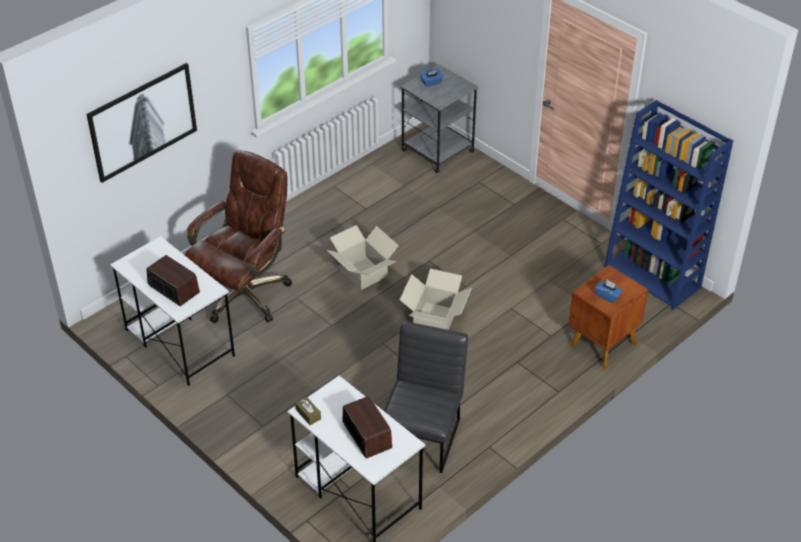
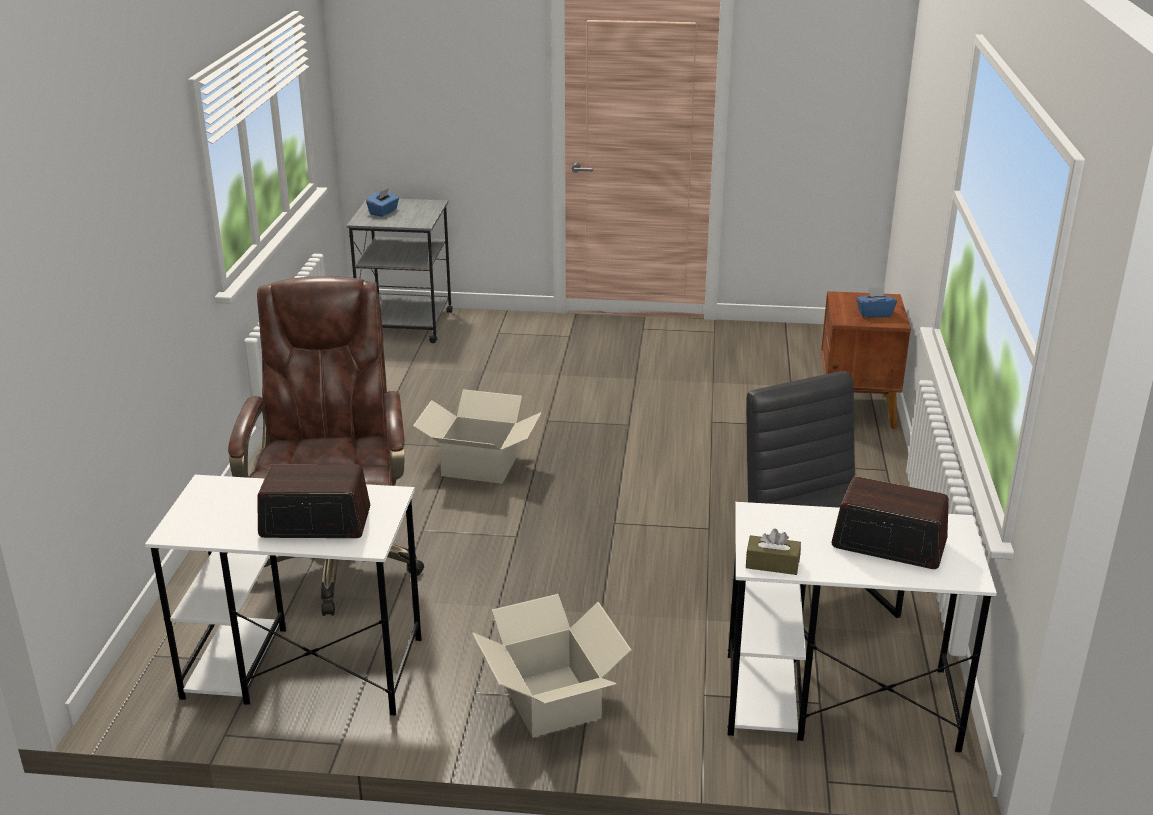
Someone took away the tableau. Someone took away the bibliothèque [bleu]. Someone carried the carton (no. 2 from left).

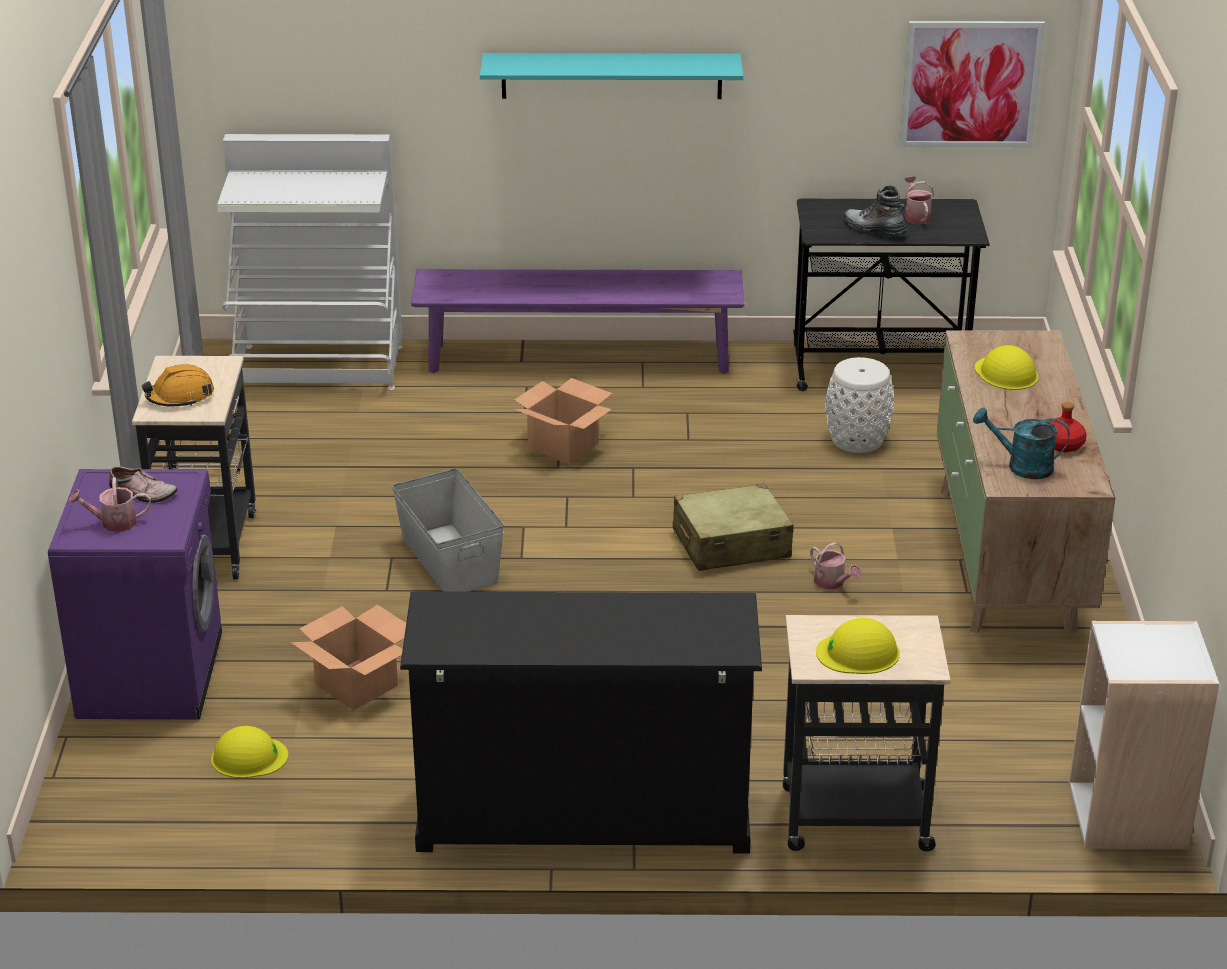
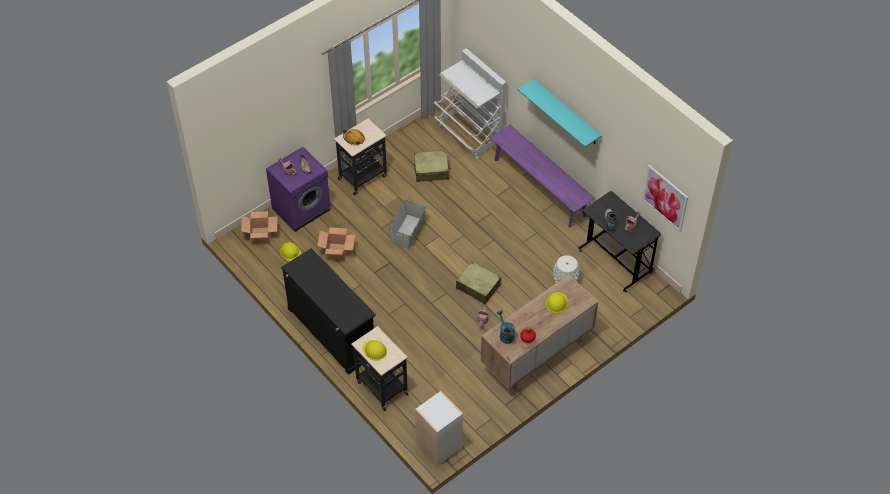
Someone carried the carton (no. 2 from left in the first image). Someone put down the valise [beige] (no. 1 from left).

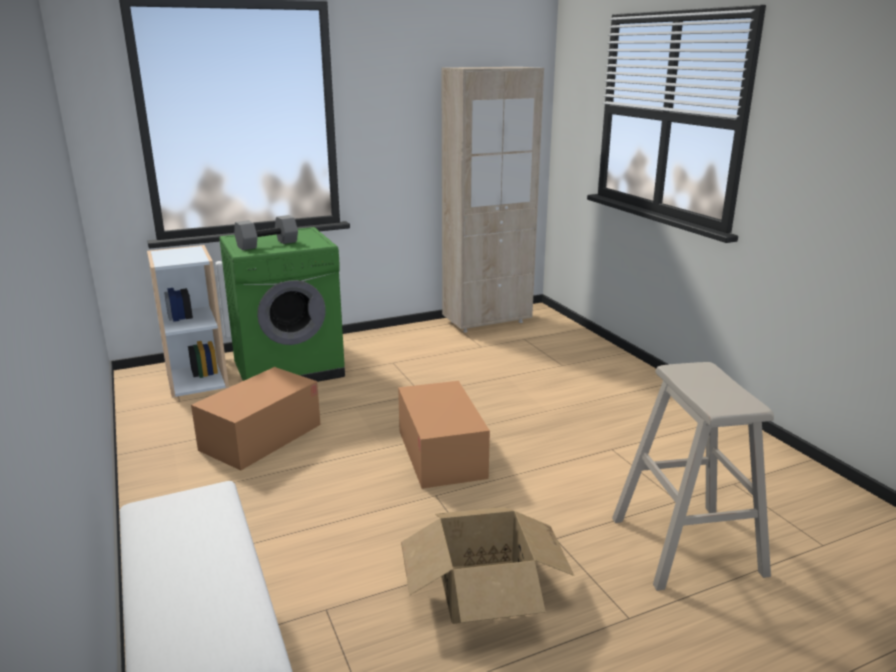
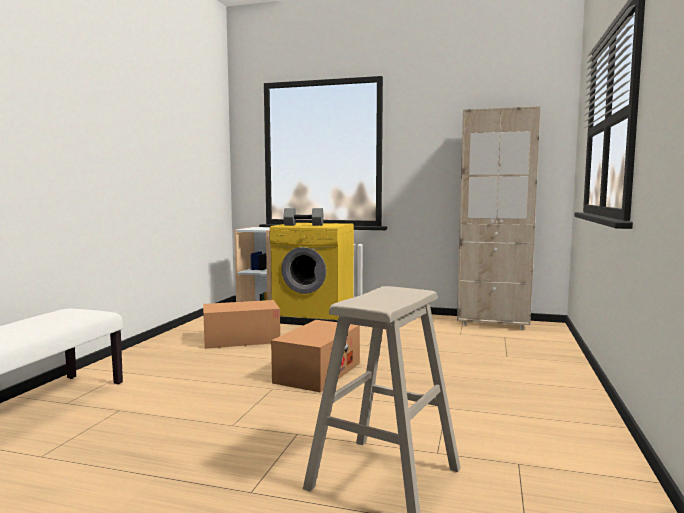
Someone repainted the lave-linge [vert], which became the lave-linge [jaune]. Someone took away the carton (no. 3 from left).

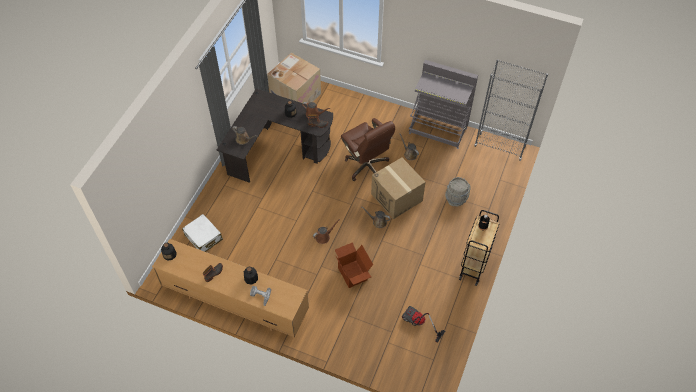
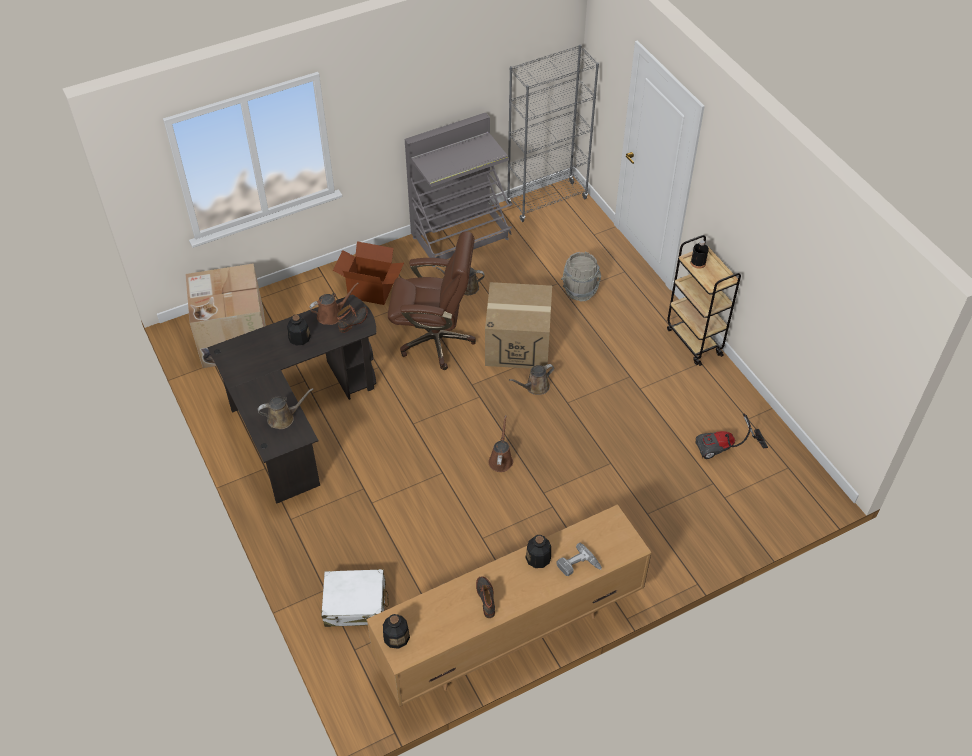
Someone carried the carton (no. 2 from left).

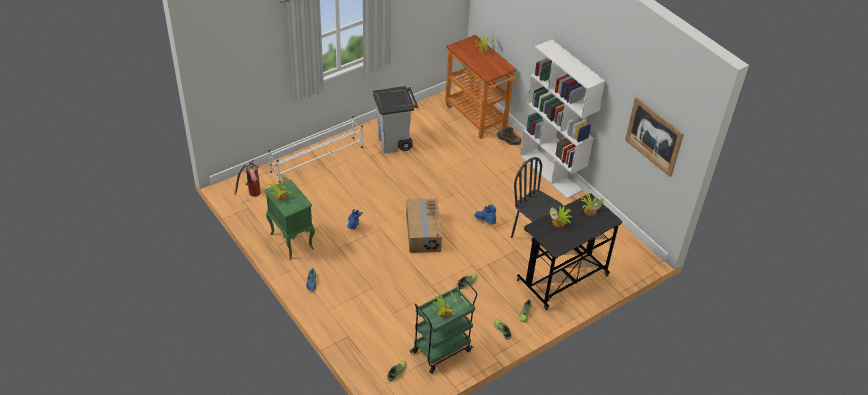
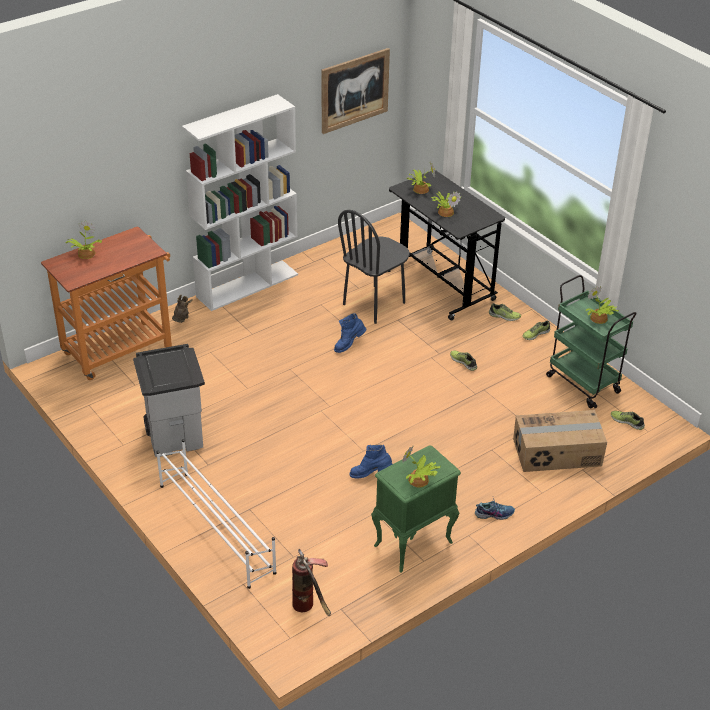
Someone carried the carton.

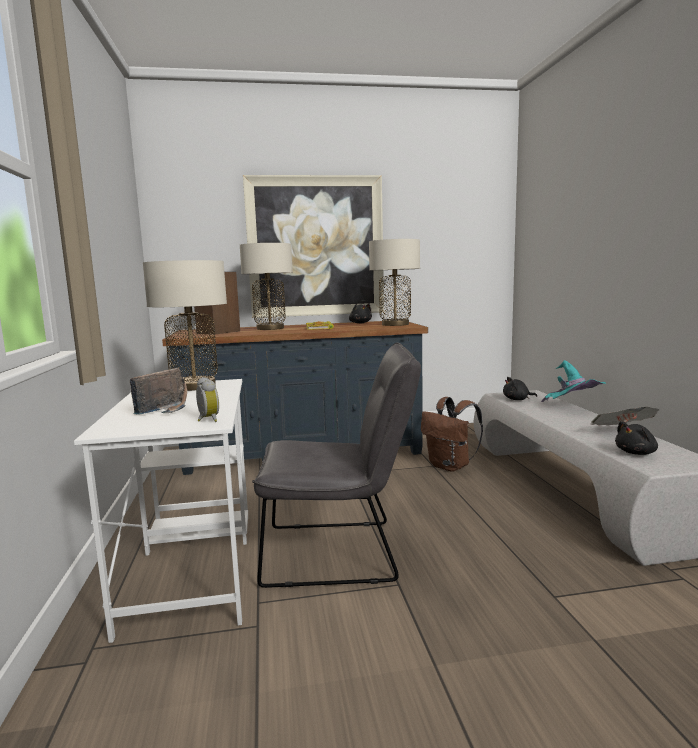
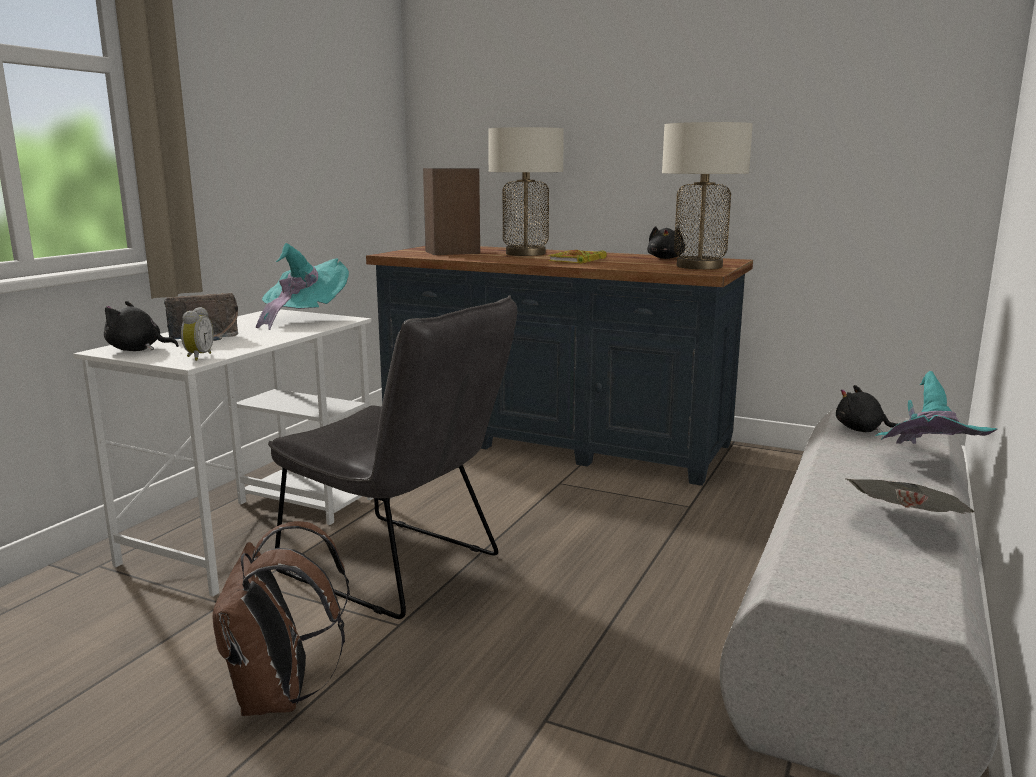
Someone took away the tableau. Someone swapped the lampe de table (no. 1 from left) for the chapeau [turquoise] (no. 1 from left). Someone carried the sac à dos [marron]. Someone carried the peluche [noir] (no. 3 from left in the first image).

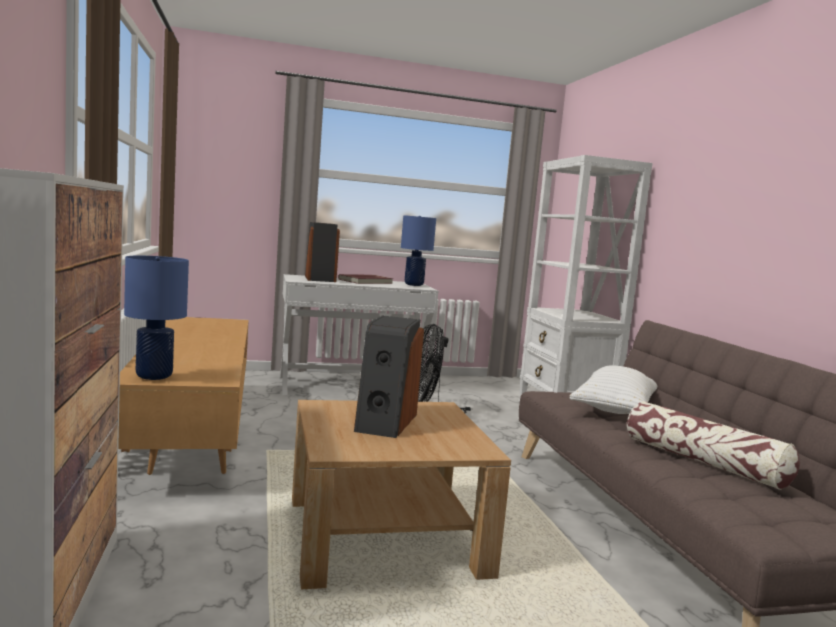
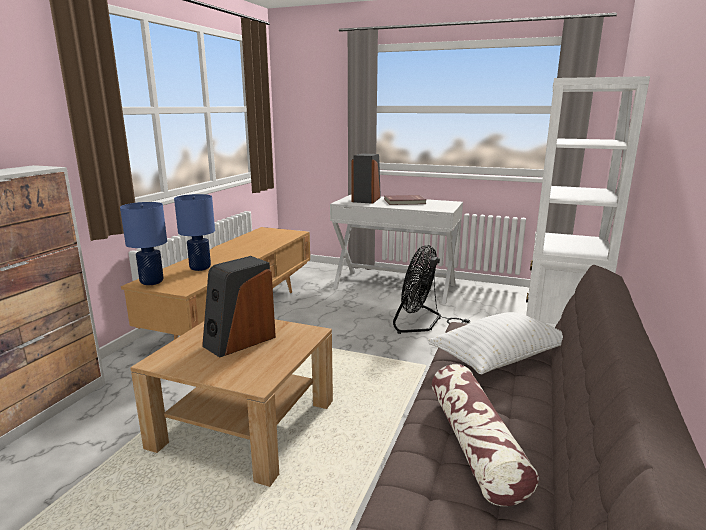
Someone carried the lampe de table [bleu] (no. 2 from left).

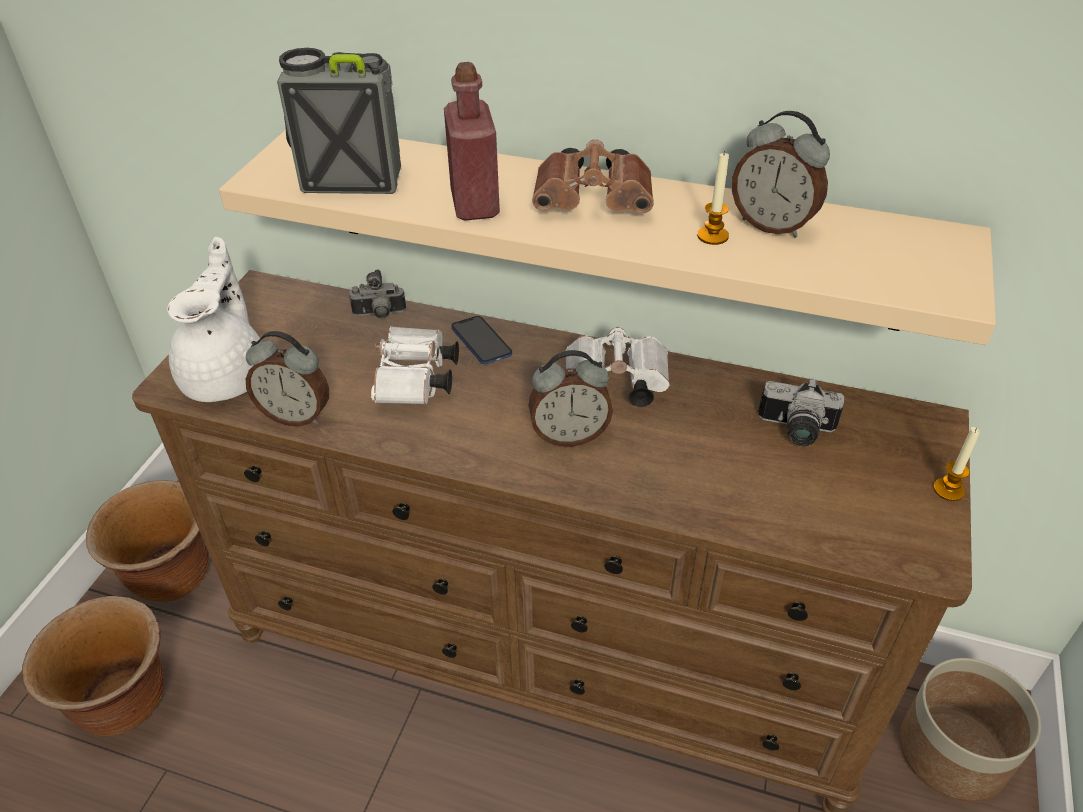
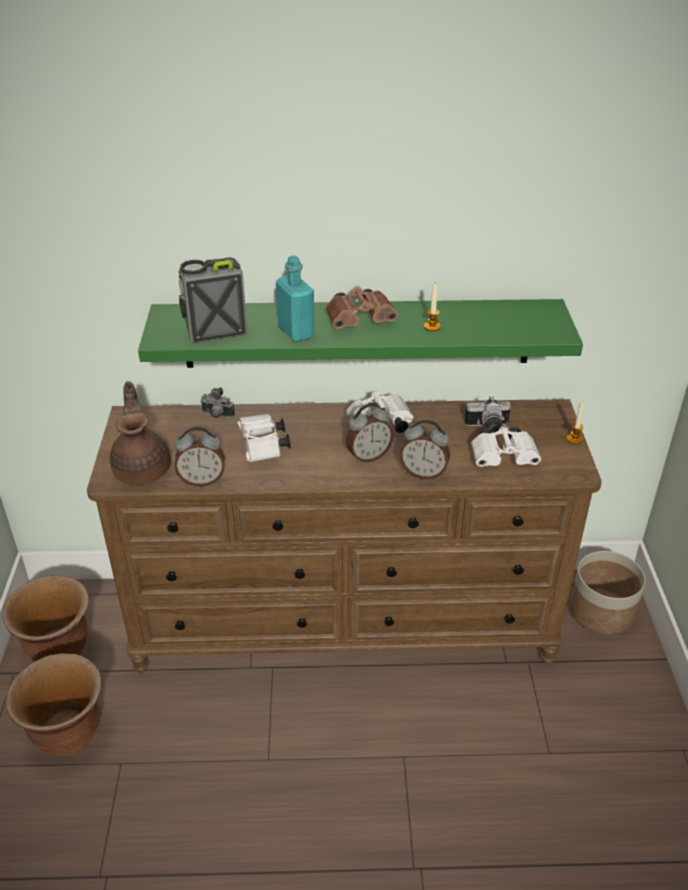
Someone repainted the bouteille [rouge], which became the bouteille [turquoise]. Someone carried the réveil (no. 3 from left). Someone repainted the étagère [beige], which became the étagère [vert]. Someone repainted the théière [blanc], which became the théière [marron]. Someone rotated the appareil photo (no. 1 from left) by 45 degrees clockwise. Someone took away the téléphone. Someone put down the jumelles [blanc] (no. 3 from left).

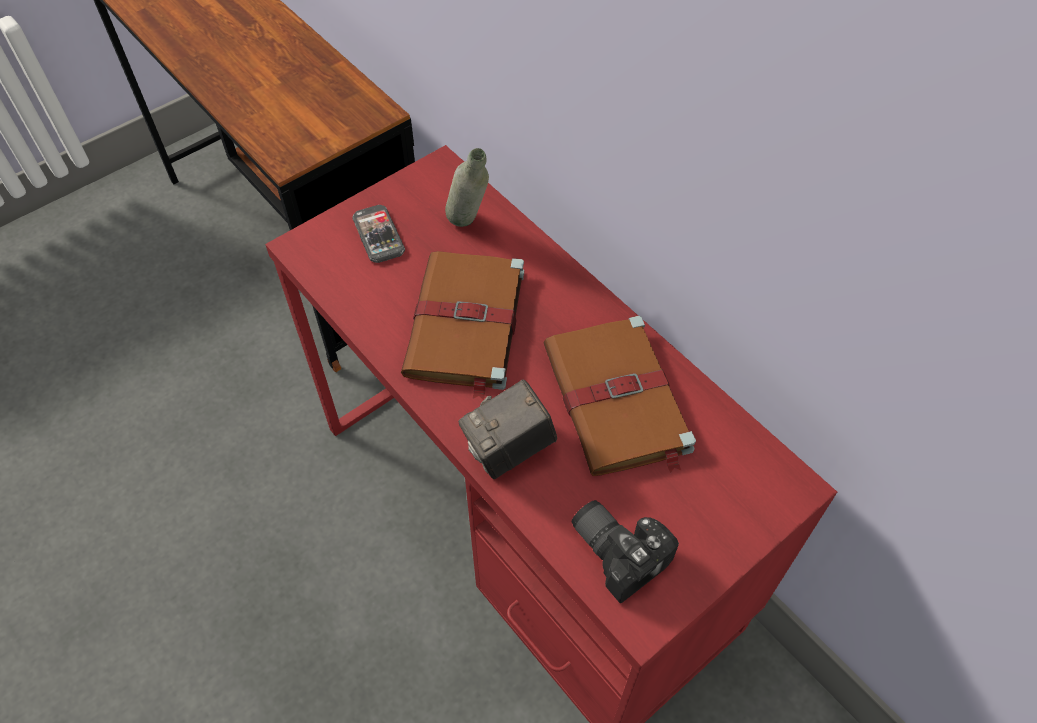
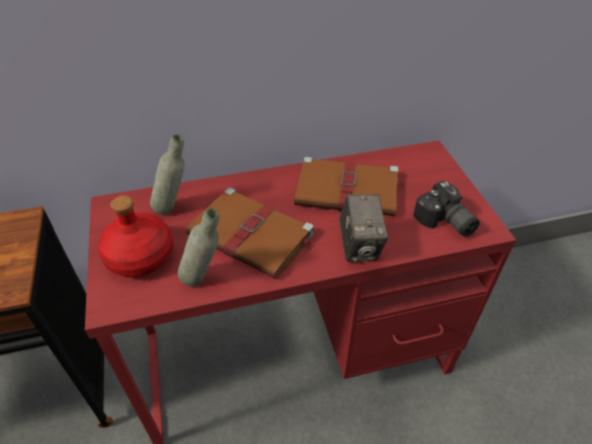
Someone swapped the téléphone for the bouteille [rouge]. Someone rotated the appareil photo (no. 2 from left) by 105 degrees counterclockwise. Someone put down the bouteille [gris] (no. 2 from left).

